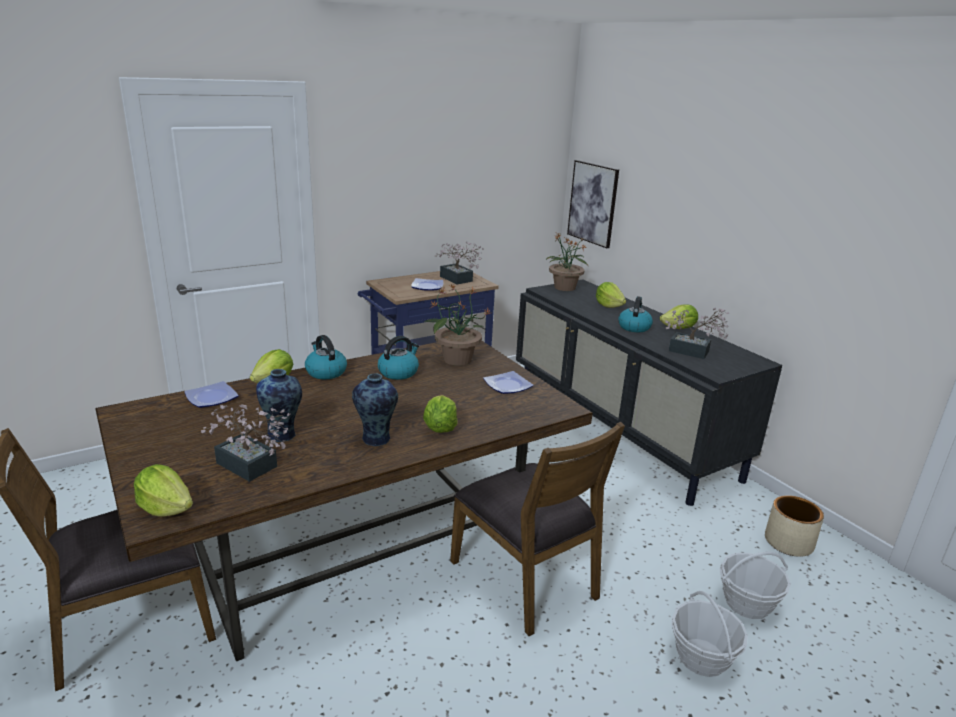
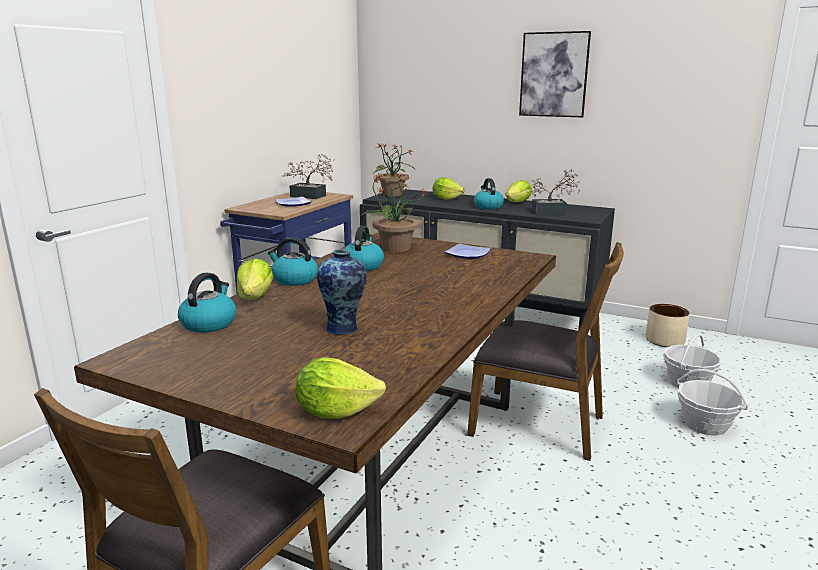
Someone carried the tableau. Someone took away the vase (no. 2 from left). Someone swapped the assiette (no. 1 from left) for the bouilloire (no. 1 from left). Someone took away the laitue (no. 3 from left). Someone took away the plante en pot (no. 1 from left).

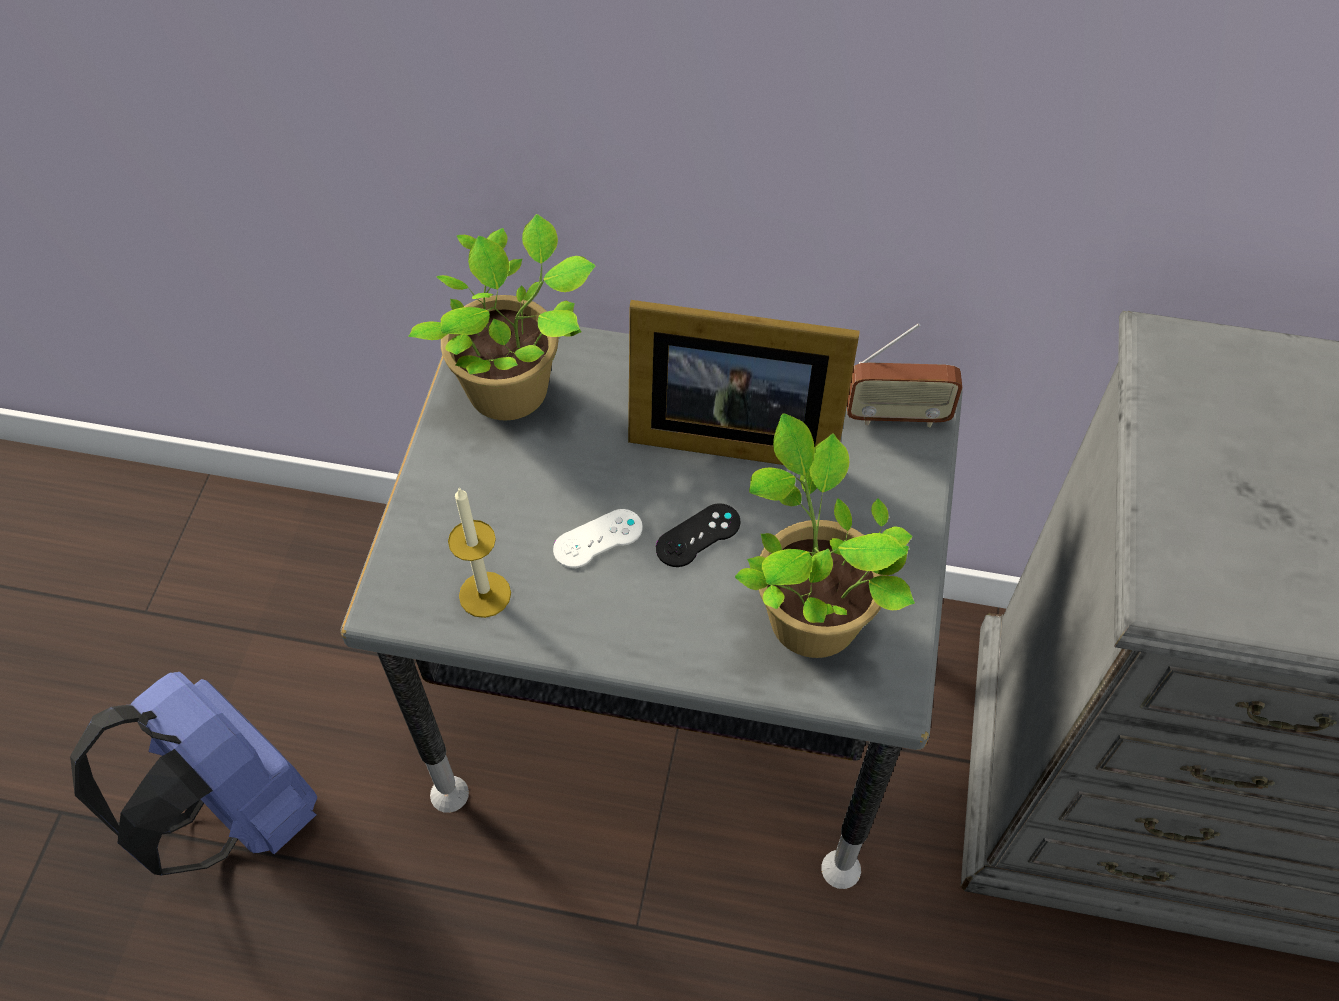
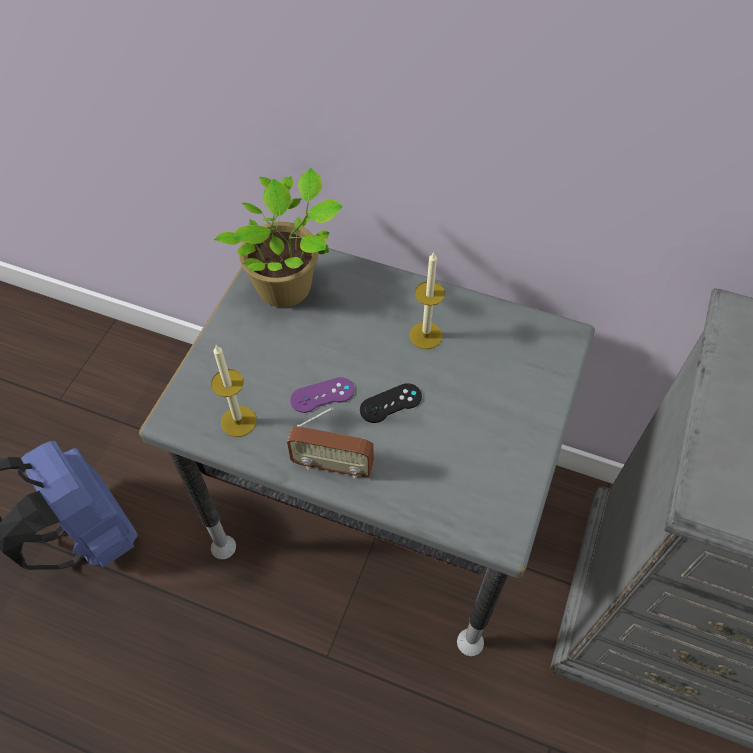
Someone swapped the cadre photo for the bougie (no. 2 from left). Someone carried the radio. Someone took away the plante en pot (no. 2 from left). Someone repainted the manette [blanc], which became the manette [violet].

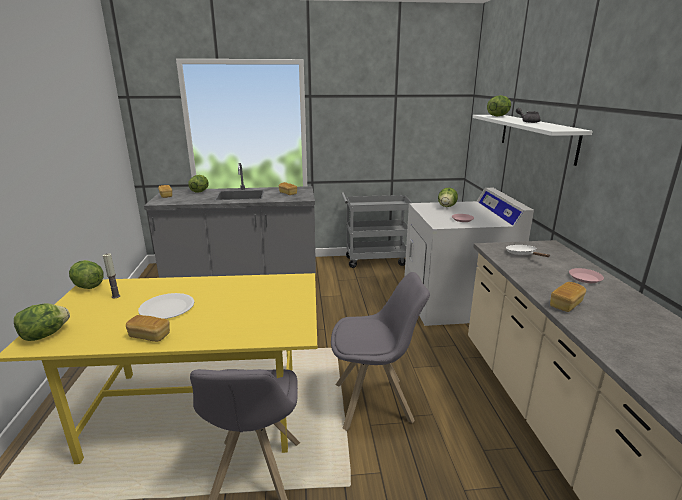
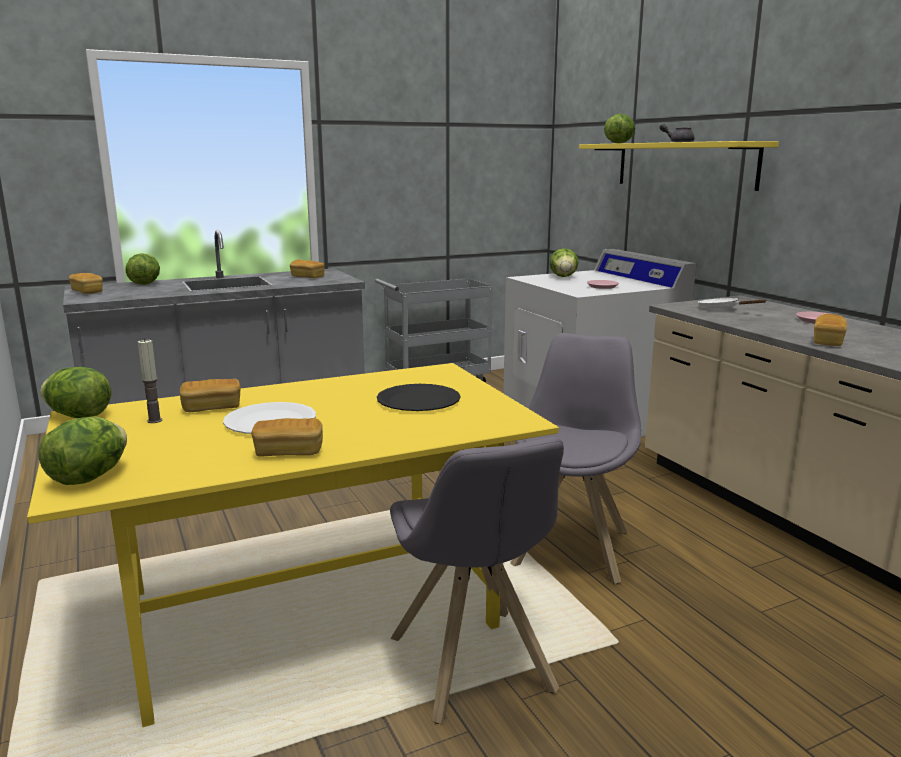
Someone repainted the étagère [blanc], which became the étagère [jaune]. Someone rotated the chaise [gris] (no. 2 from left) by 45 degrees counterclockwise. Someone put down the pain (no. 2 from left). Someone put down the assiette [noir].

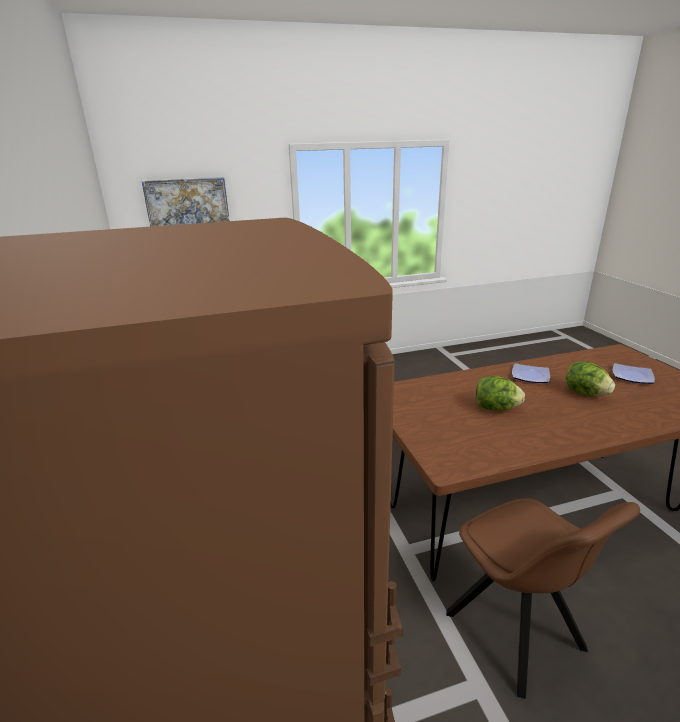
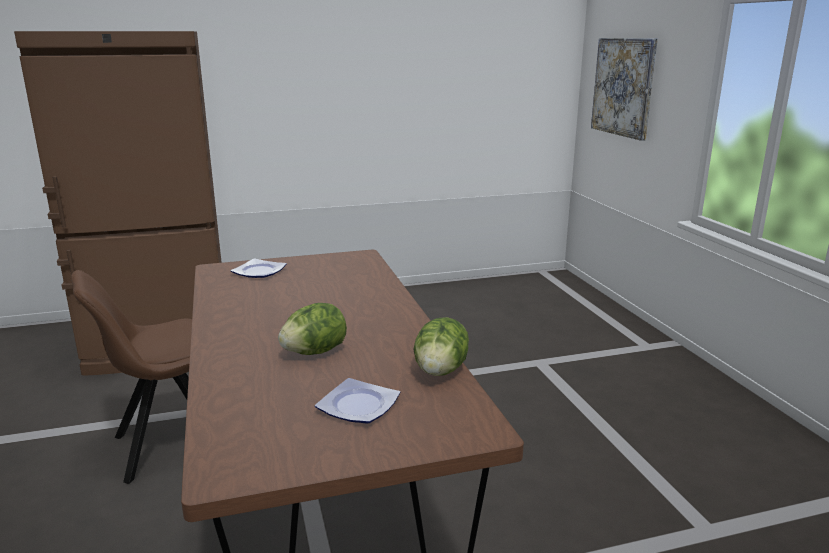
Someone carried the assiette (no. 1 from left). Someone carried the laitue (no. 1 from left in the first image).

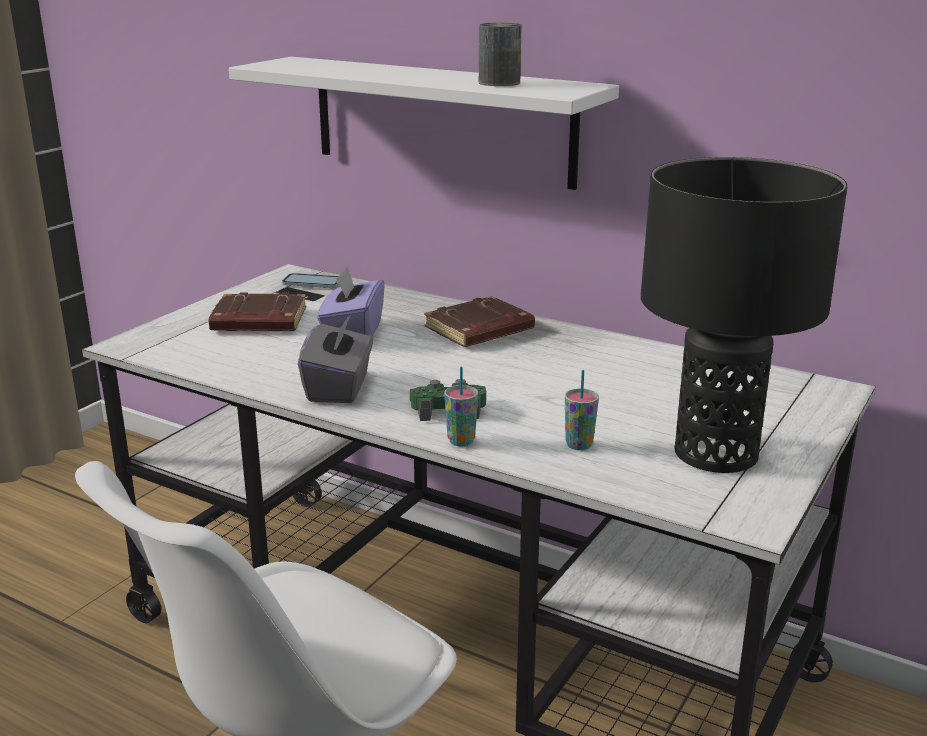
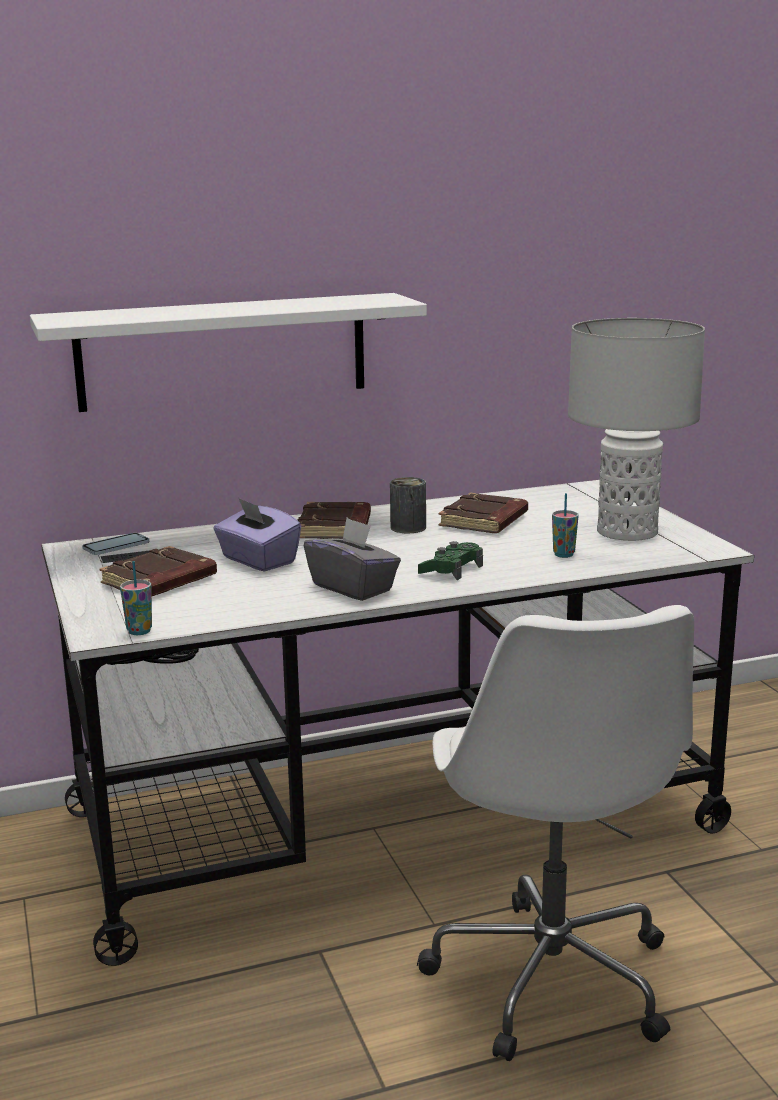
Someone carried the boîte métallique. Someone repainted the lampe de table [noir], which became the lampe de table [blanc]. Someone carried the tasse (no. 1 from left). Someone put down the livre [marron] (no. 3 from left).

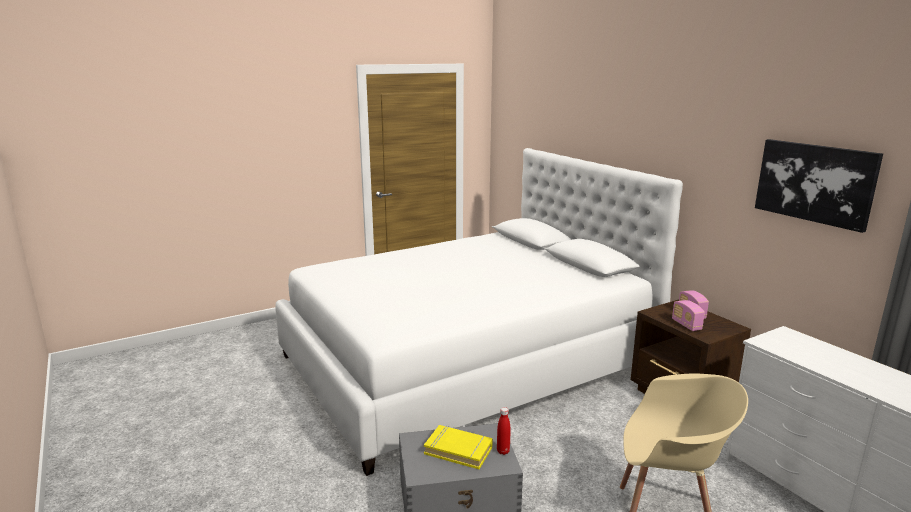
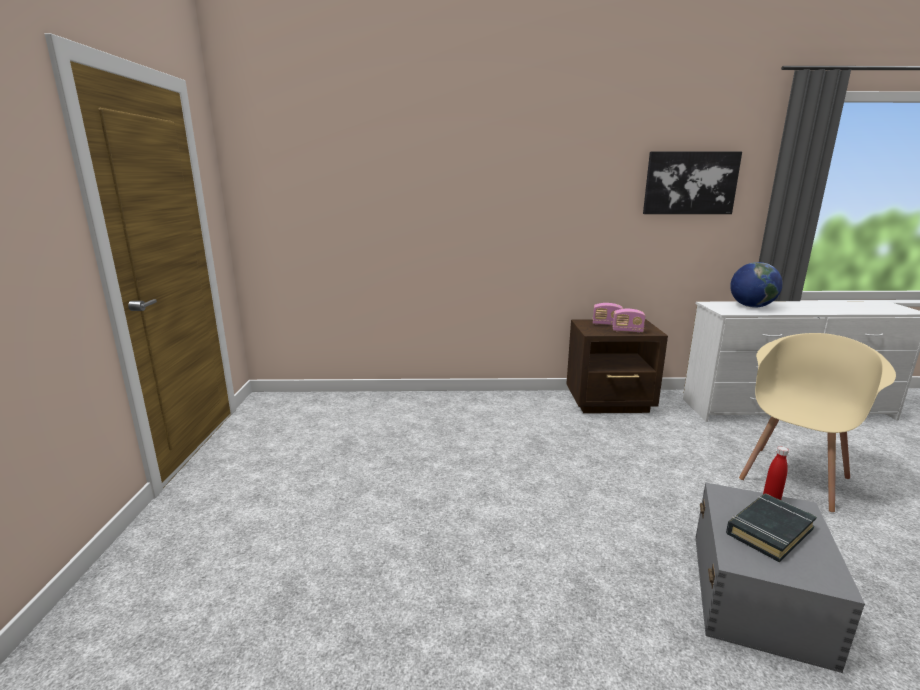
Someone took away the lit [blanc]. Someone repainted the livre [jaune], which became the livre [noir]. Someone put down the globe.

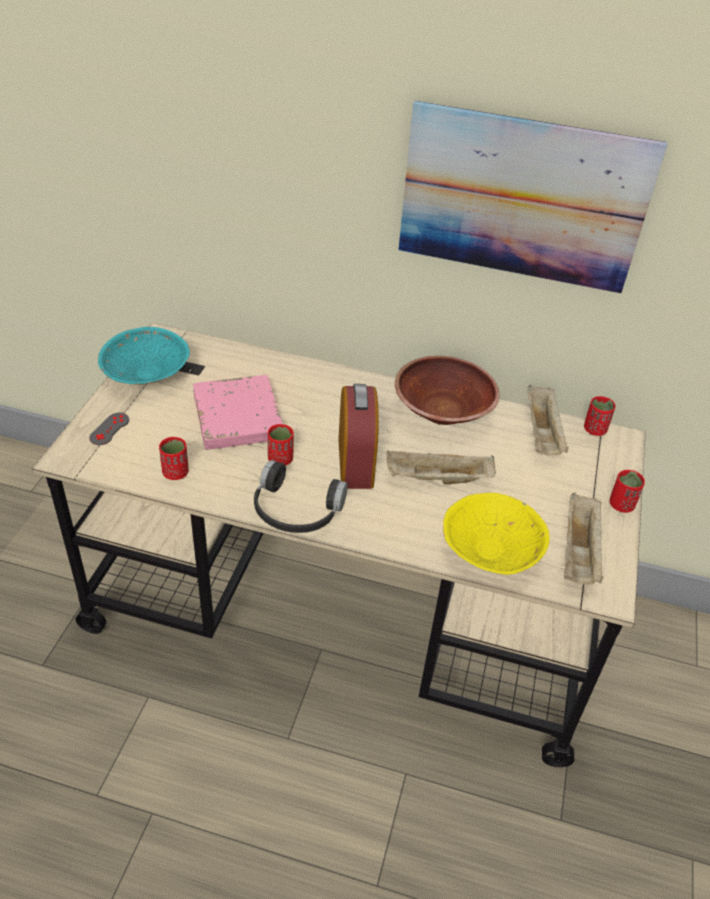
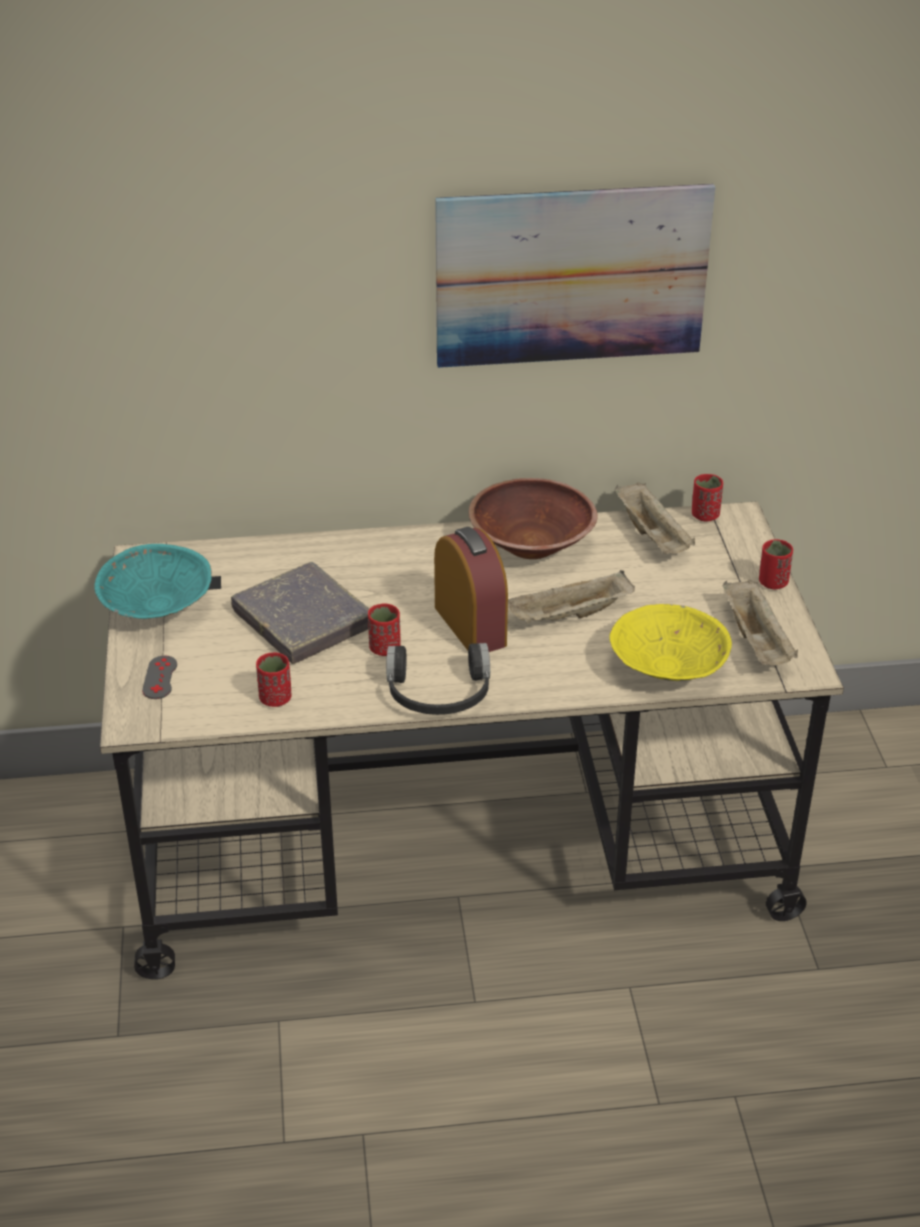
Someone repainted the livre [rose], which became the livre [gris].

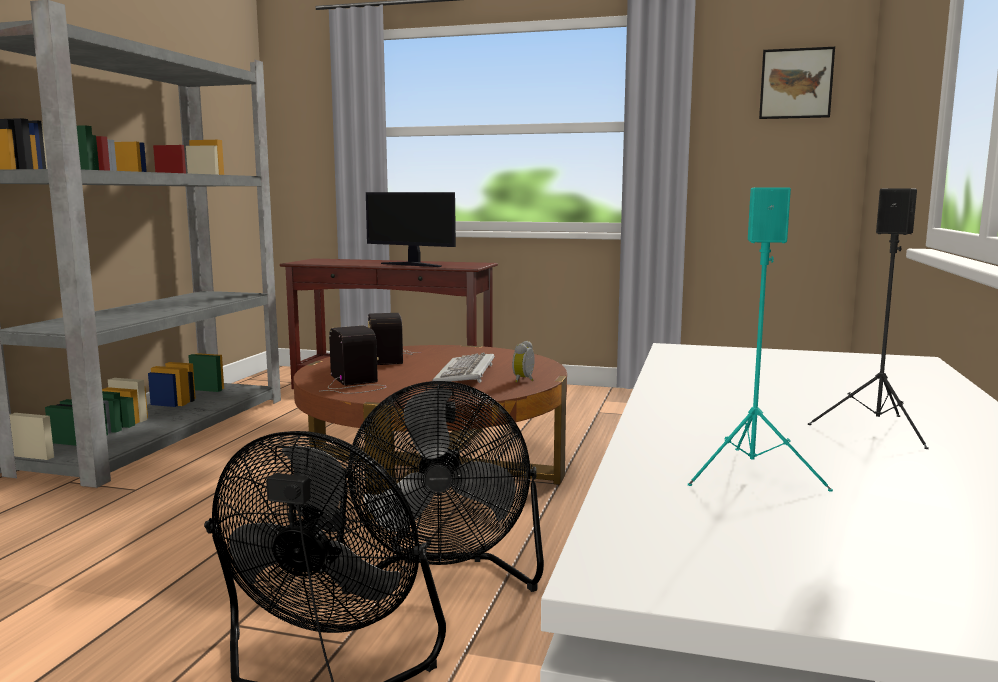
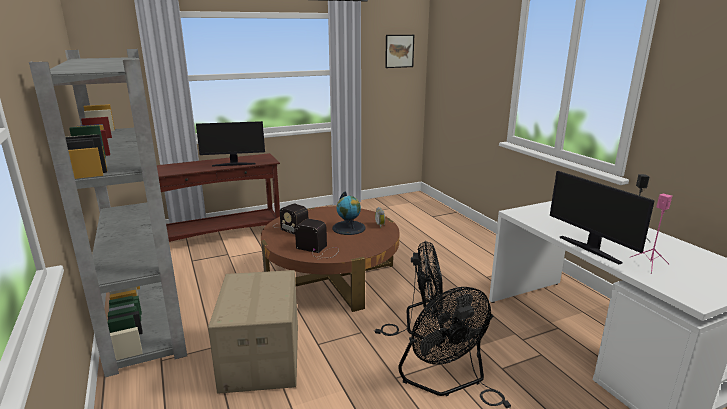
Someone repainted the enceinte [turquoise], which became the enceinte [rose]. Someone swapped the clavier for the globe. Someone rotated the ventilateur [noir] (no. 2 from left in the first image) by 45 degrees counterclockwise. Someone put down the écran d'ordinateur (no. 2 from left). Someone put down the carton.

